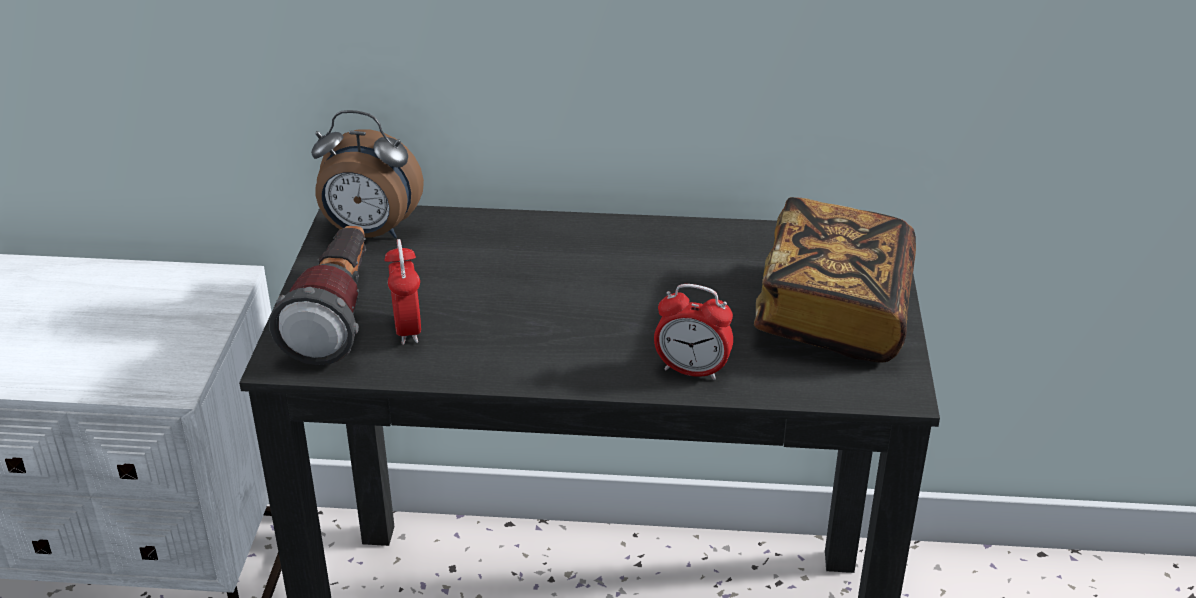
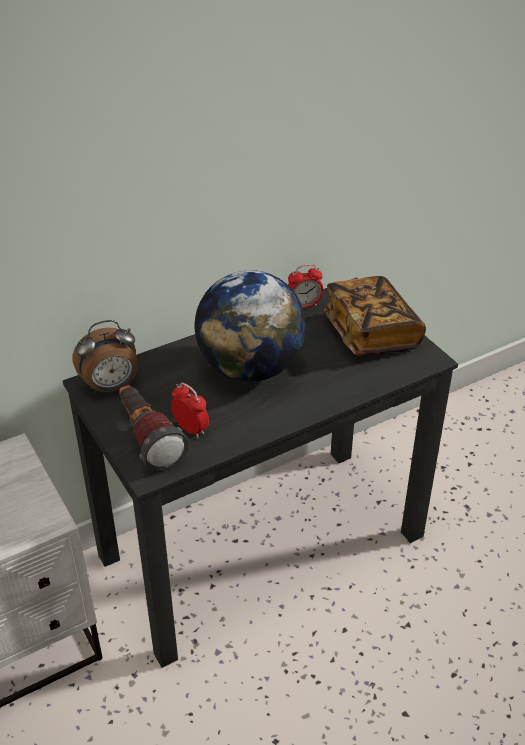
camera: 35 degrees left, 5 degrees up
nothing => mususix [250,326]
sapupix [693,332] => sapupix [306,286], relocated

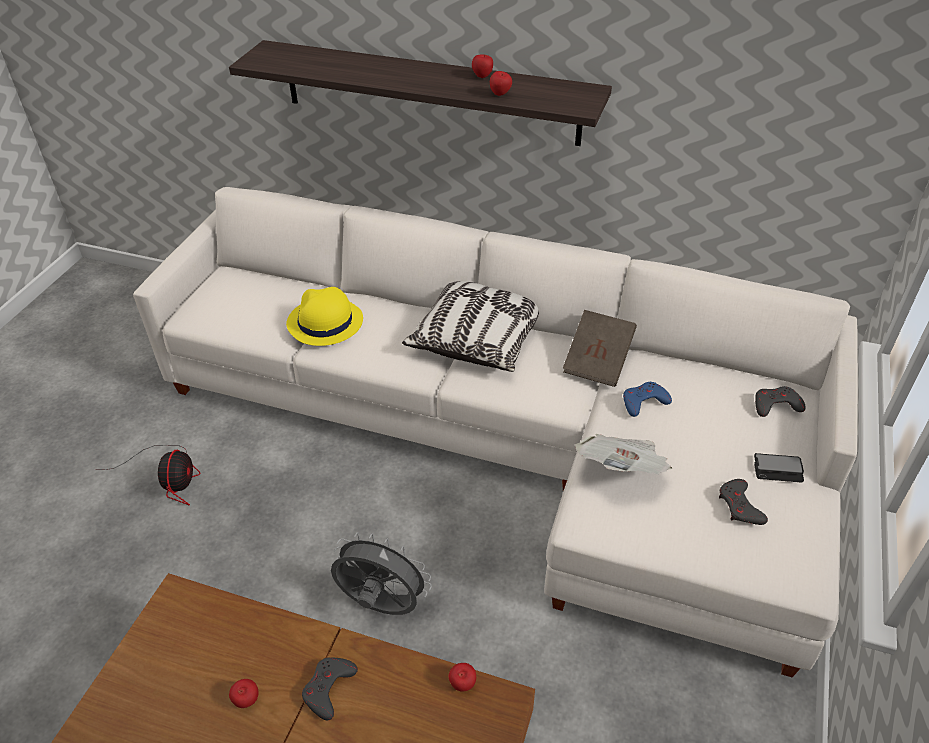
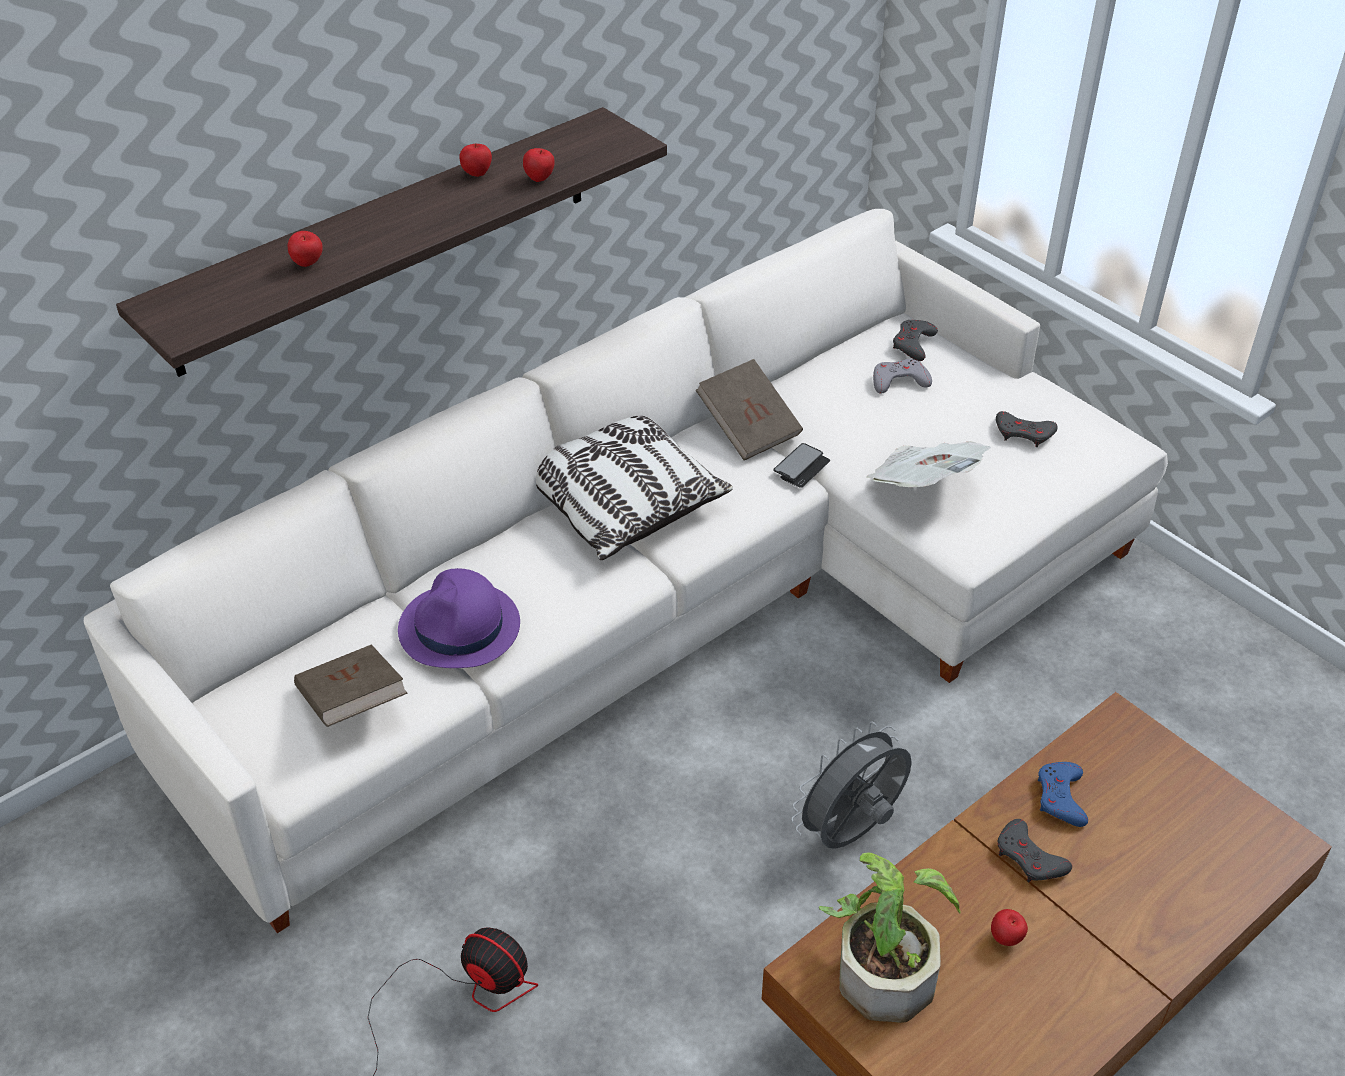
camera: 60 degrees left, 0 degrees up
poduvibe [462,677] => poduvibe [305,249], relocated
nothing => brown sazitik [351,685]
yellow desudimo [324,316] => purple desudimo [459,618]
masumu [779,468] => masumu [801,465], relocated
nothing => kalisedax [889,937]
nothing => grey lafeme [902,376]
blue lafeme [647,399] => blue lafeme [1063,794], relocated

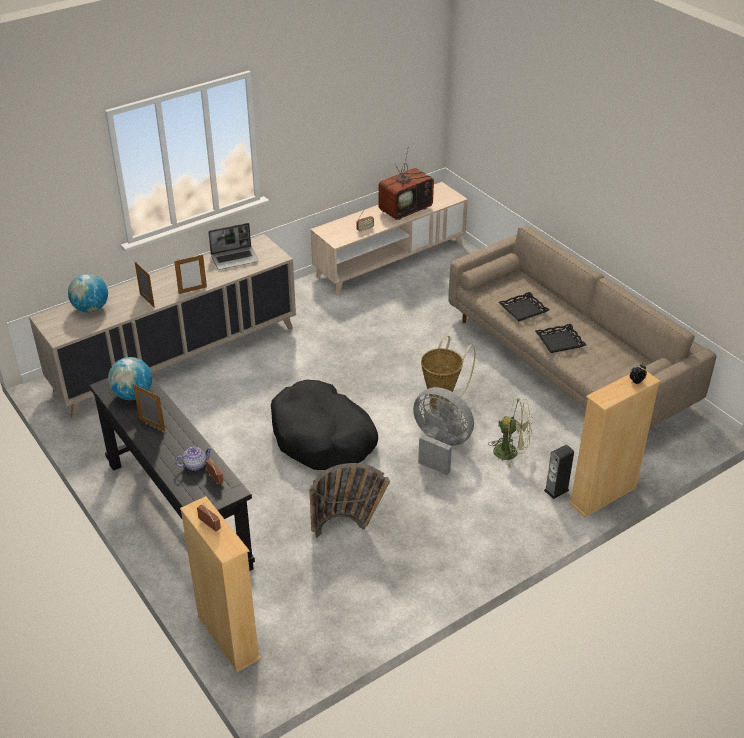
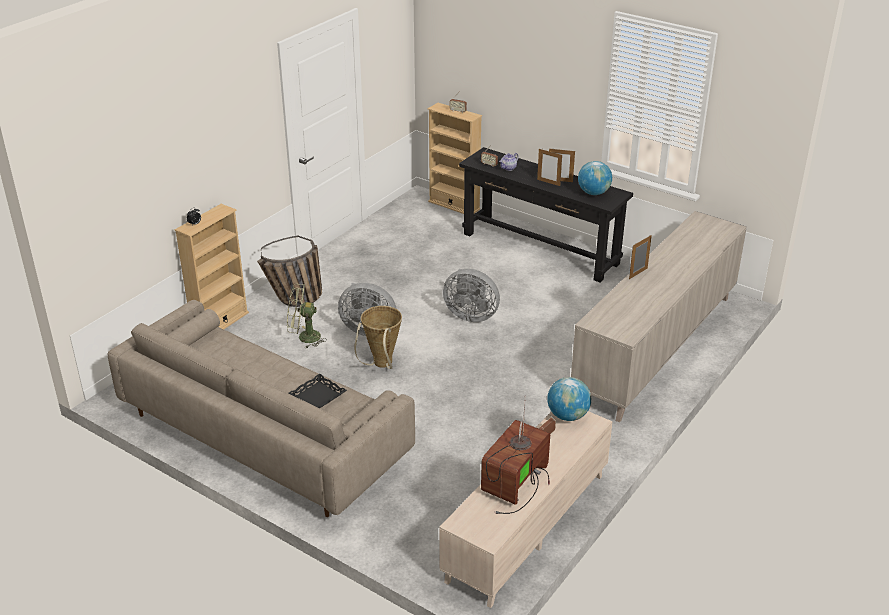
camera: 160 degrees right, 5 degrees down
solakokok [350,500] => solakokok [289,271], relocated
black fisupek [324,425] => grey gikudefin [471,295]
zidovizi [145,285] => zidovizi [549,167], relocated
mususix [88,293] => mususix [569,399], relocated
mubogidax [233,246] => nothing
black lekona [560,338] => nothing
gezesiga [559,472] => nothing

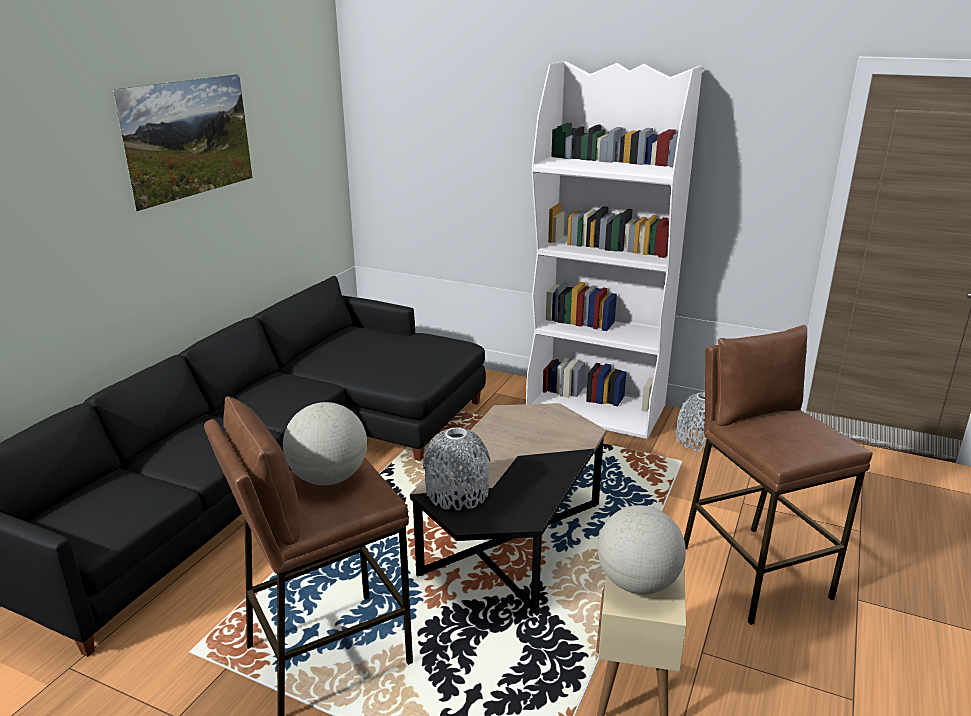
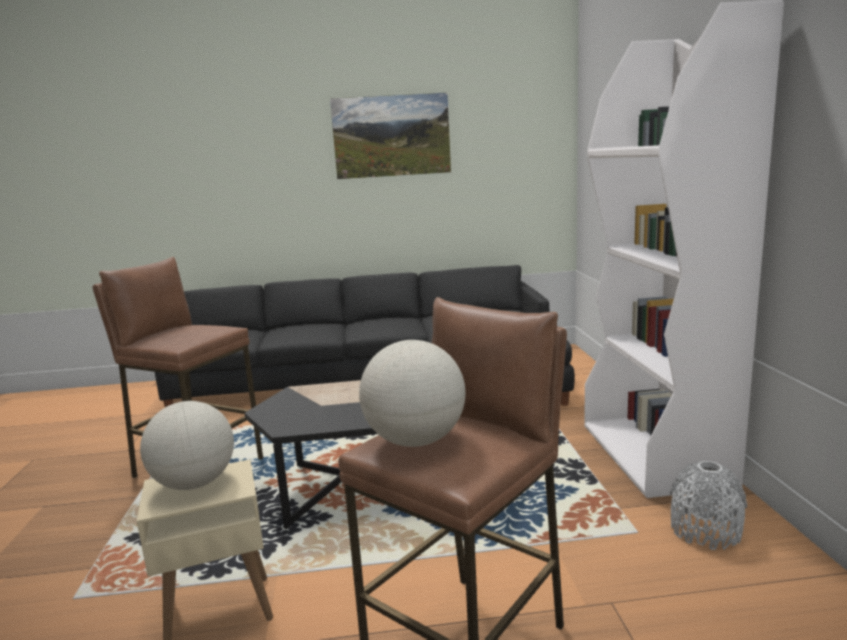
camera: 60 degrees right, 10 degrees down
mususix [325,443] => mususix [412,393], relocated
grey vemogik [457,469] => nothing

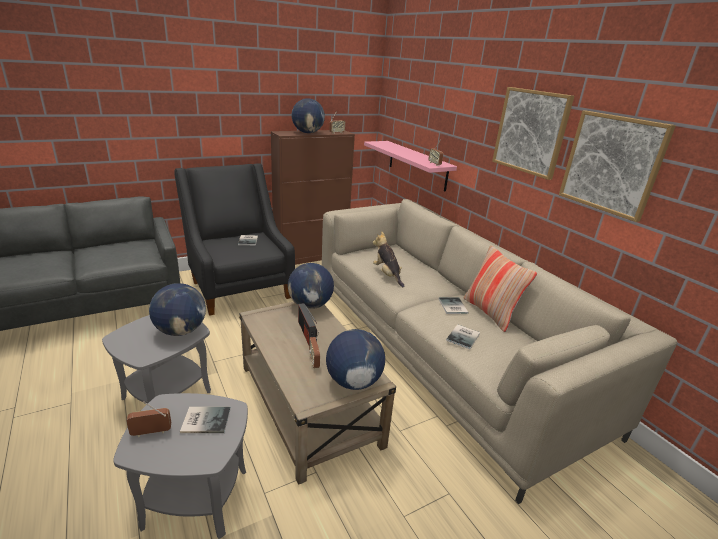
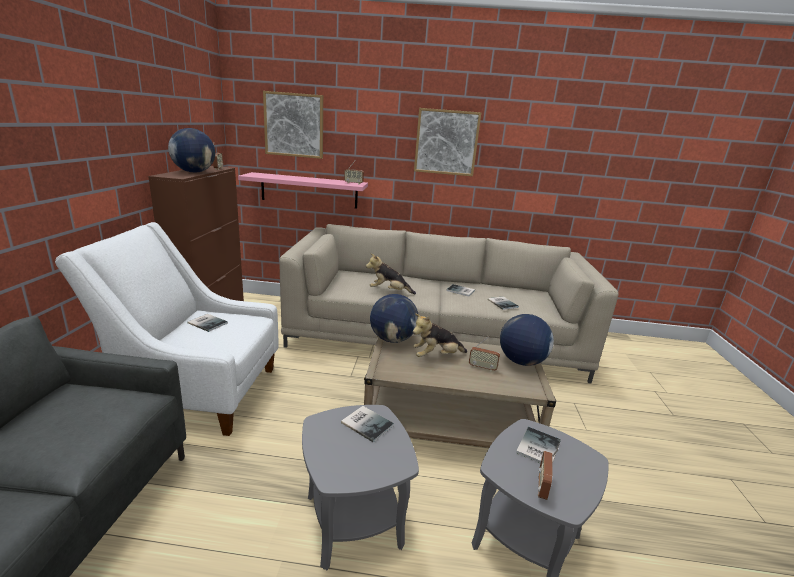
camera: 55 degrees left, 5 degrees down
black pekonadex [234,239] => white pekonadex [167,329]
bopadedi [617,166] => bopadedi [293,125], relocated
mususix [177,309] => sazitik [367,424]
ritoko [307,324] => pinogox [440,335]
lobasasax [500,288] => nothing

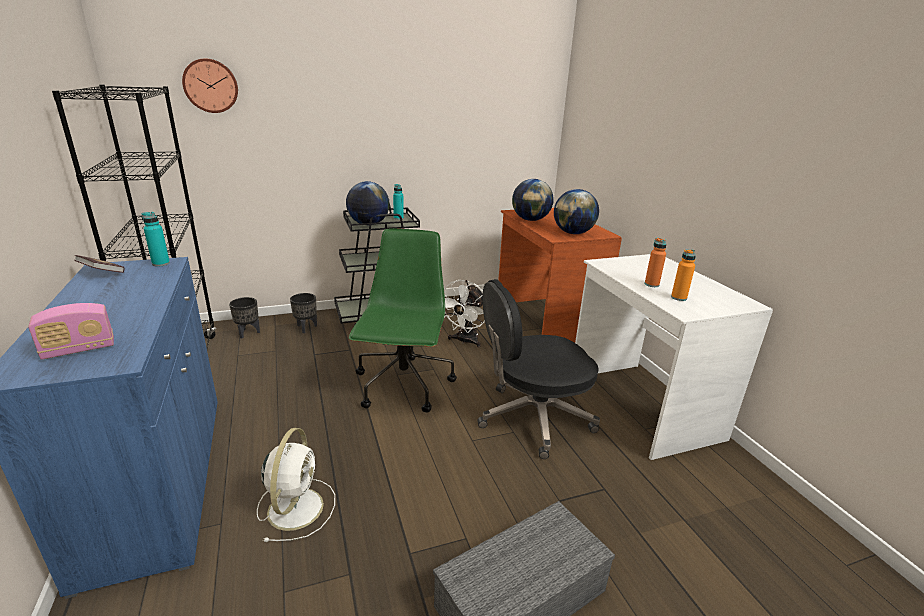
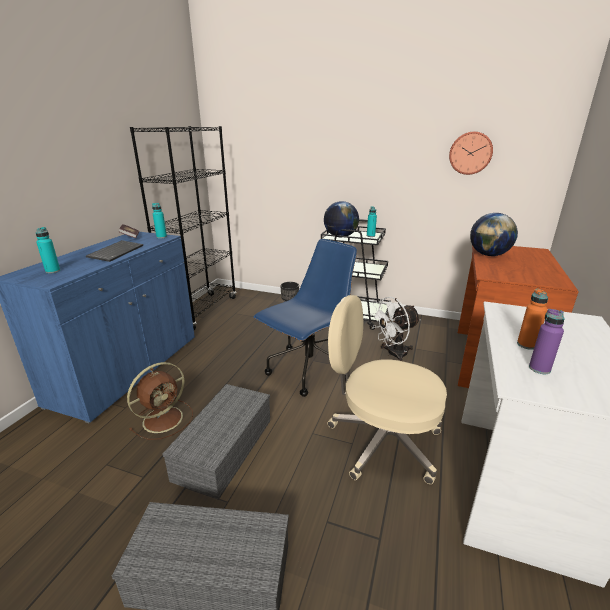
camera: 40 degrees right, 0 degrees up
ritoko [71,331] => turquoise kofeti [48,250]
nothing => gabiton [114,251]
white gikudefin [296,485] => brown gikudefin [160,401]
nothing => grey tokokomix [216,442]
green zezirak [403,320] => blue zezirak [305,318]
black zezirak [538,369] => beige zezirak [387,389]
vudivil [210,86] => vudivil [471,153], relocated
orange kofeti [683,275] => purple kofeti [546,341]
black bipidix [244,317] => nothing
mususix [576,211] => nothing

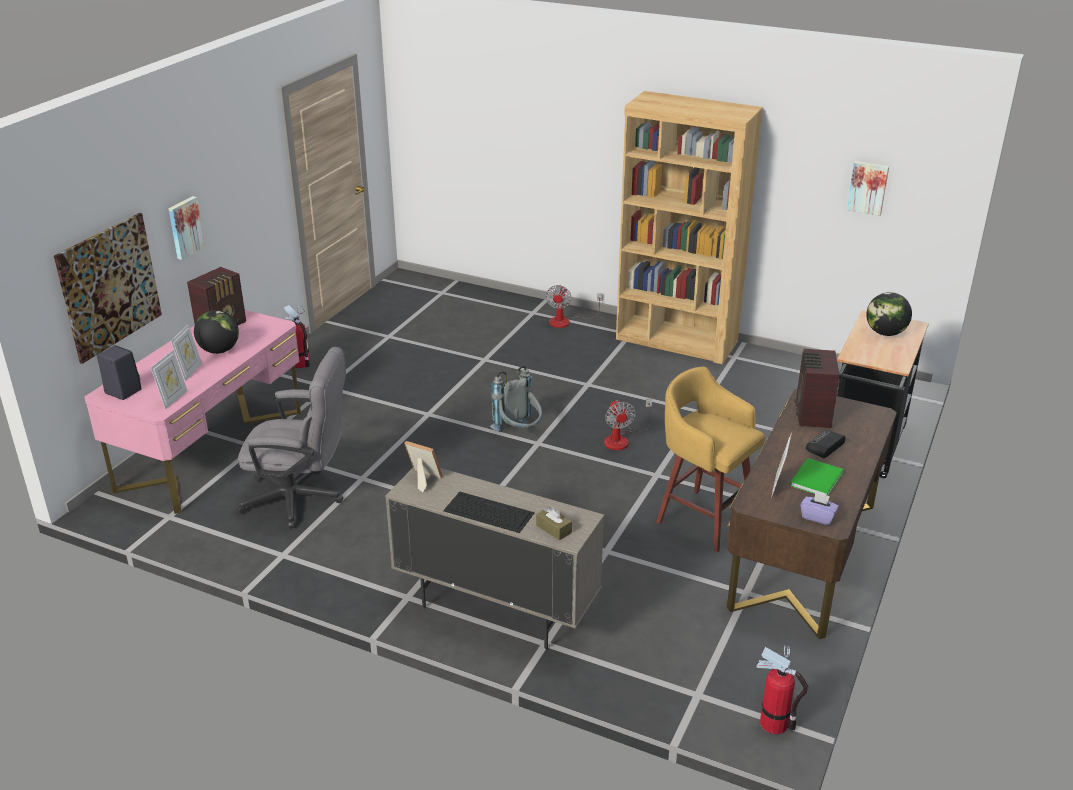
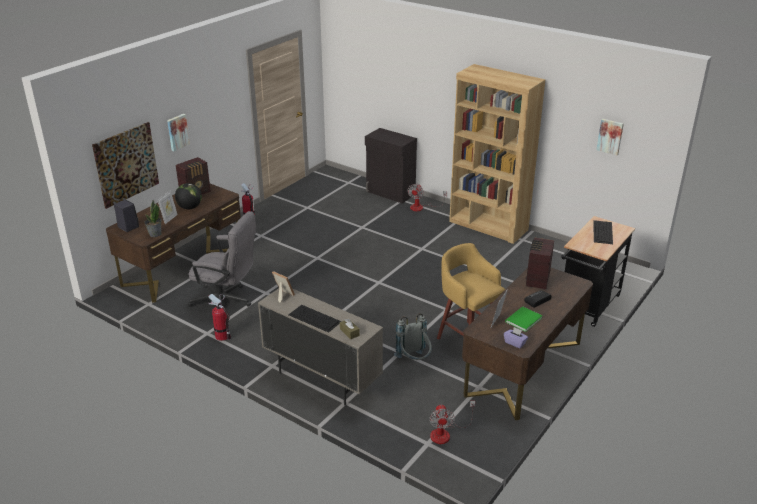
camera: 10 degrees right, 0 degrees up
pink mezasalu [193,412] => brown mezasalu [173,243]
zidovizi [169,379] => kalisedax [153,218]
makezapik [782,689] => makezapik [219,317], relocated
nothing => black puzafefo [391,165]
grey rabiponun [516,399] => grey rabiponun [413,336], relocated
gikudefin [628,424] => gikudefin [452,422], relocated
mususix [889,314] => gabiton [603,232]

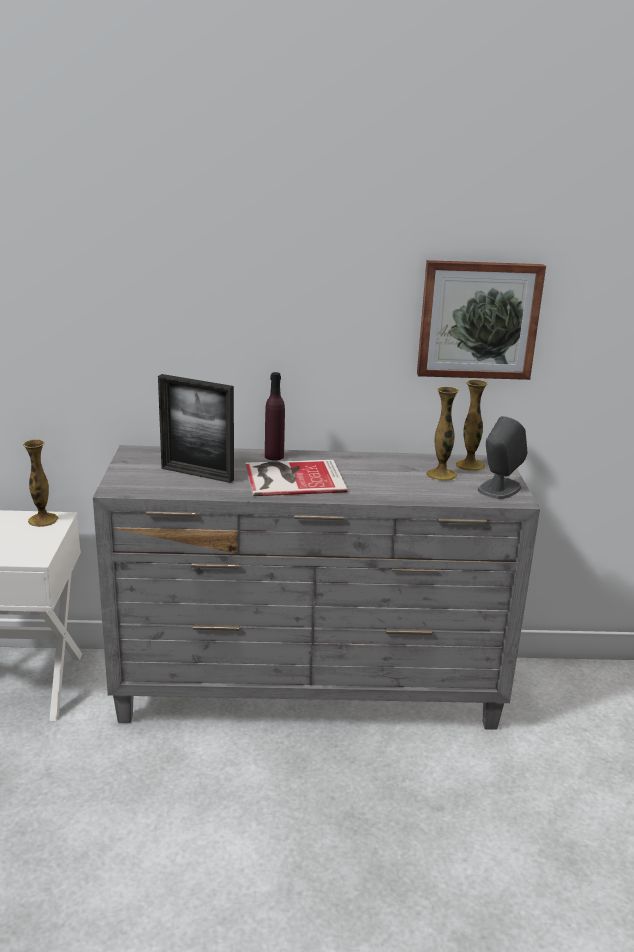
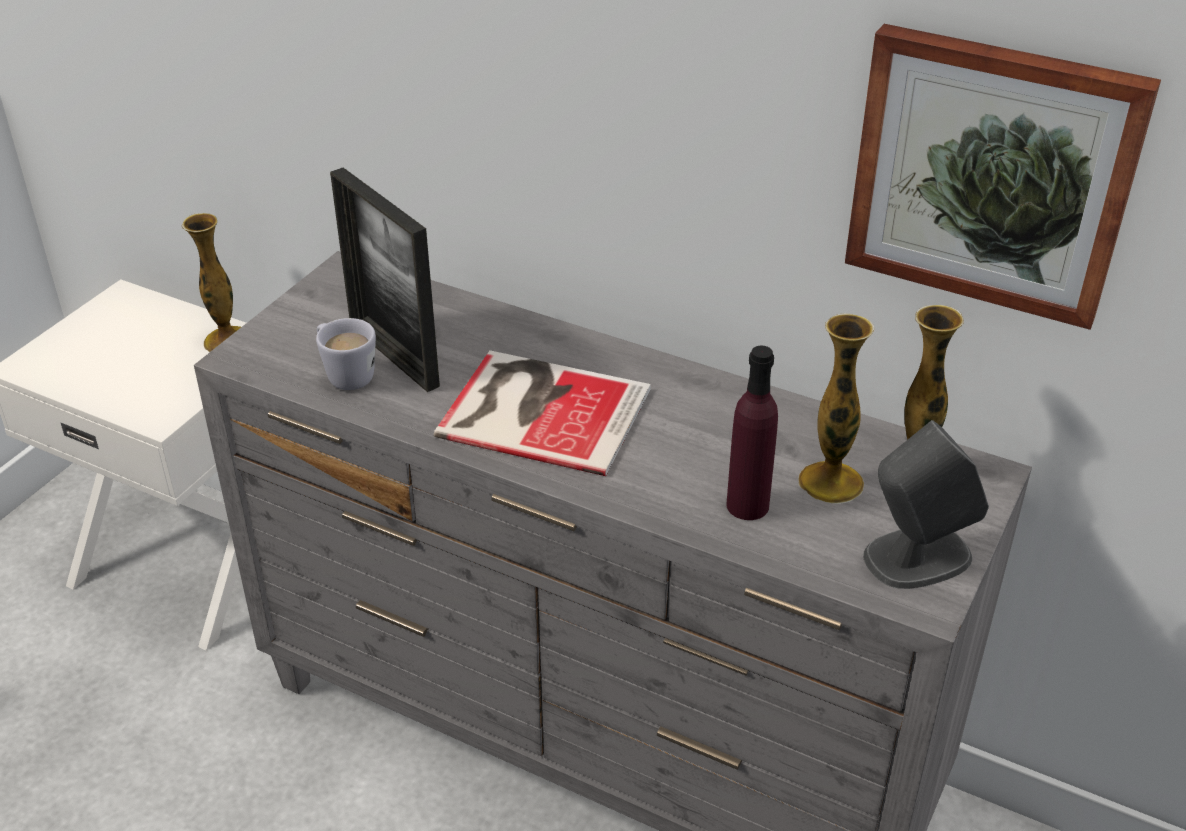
camera: 30 degrees right, 15 degrees up
nothing => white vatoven [346,354]
purple kofeti [275,416] => purple kofeti [752,433], relocated

